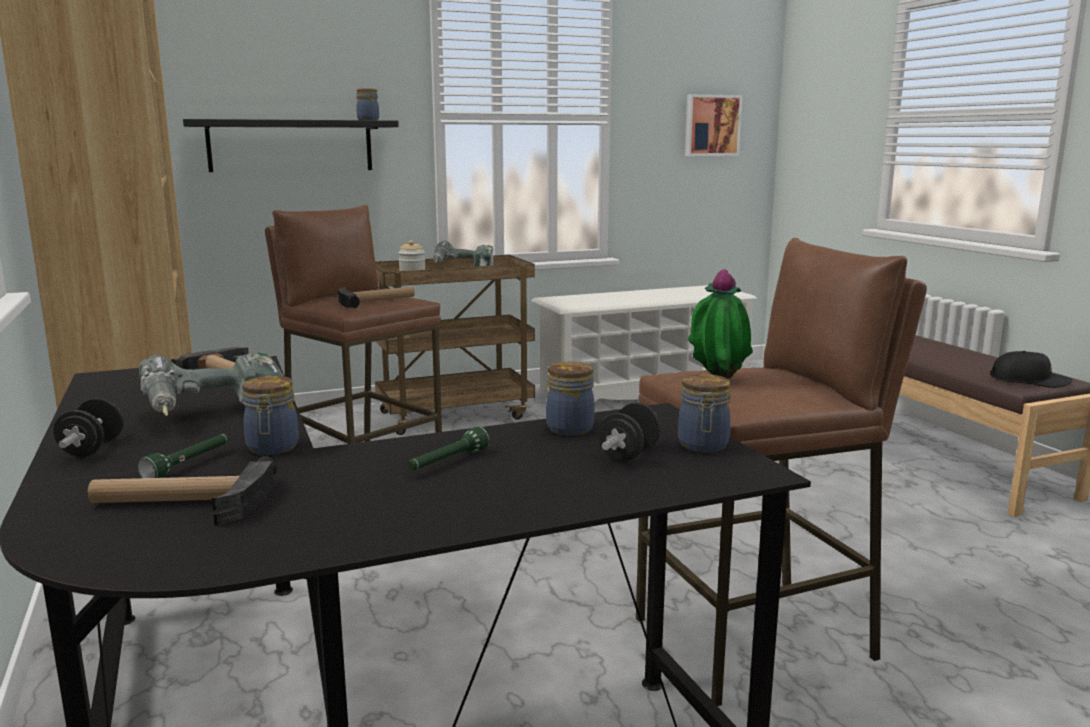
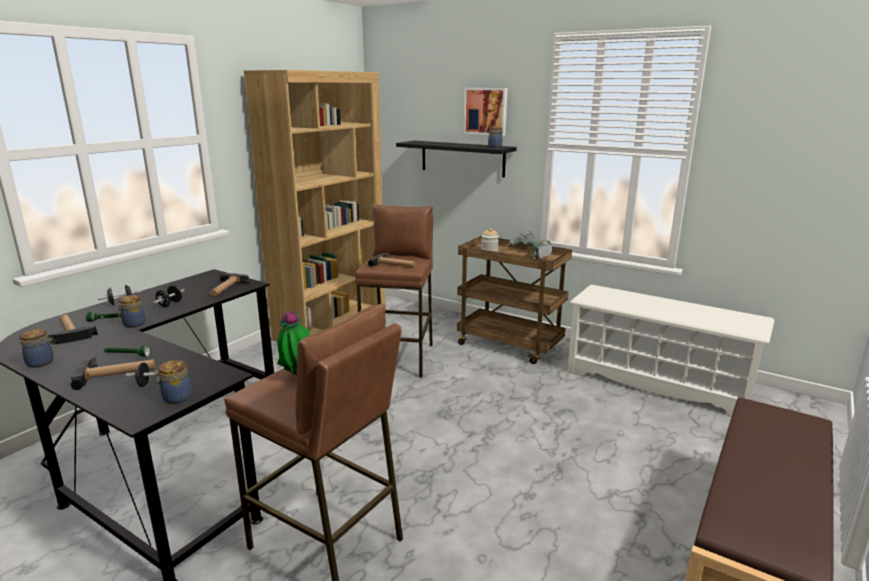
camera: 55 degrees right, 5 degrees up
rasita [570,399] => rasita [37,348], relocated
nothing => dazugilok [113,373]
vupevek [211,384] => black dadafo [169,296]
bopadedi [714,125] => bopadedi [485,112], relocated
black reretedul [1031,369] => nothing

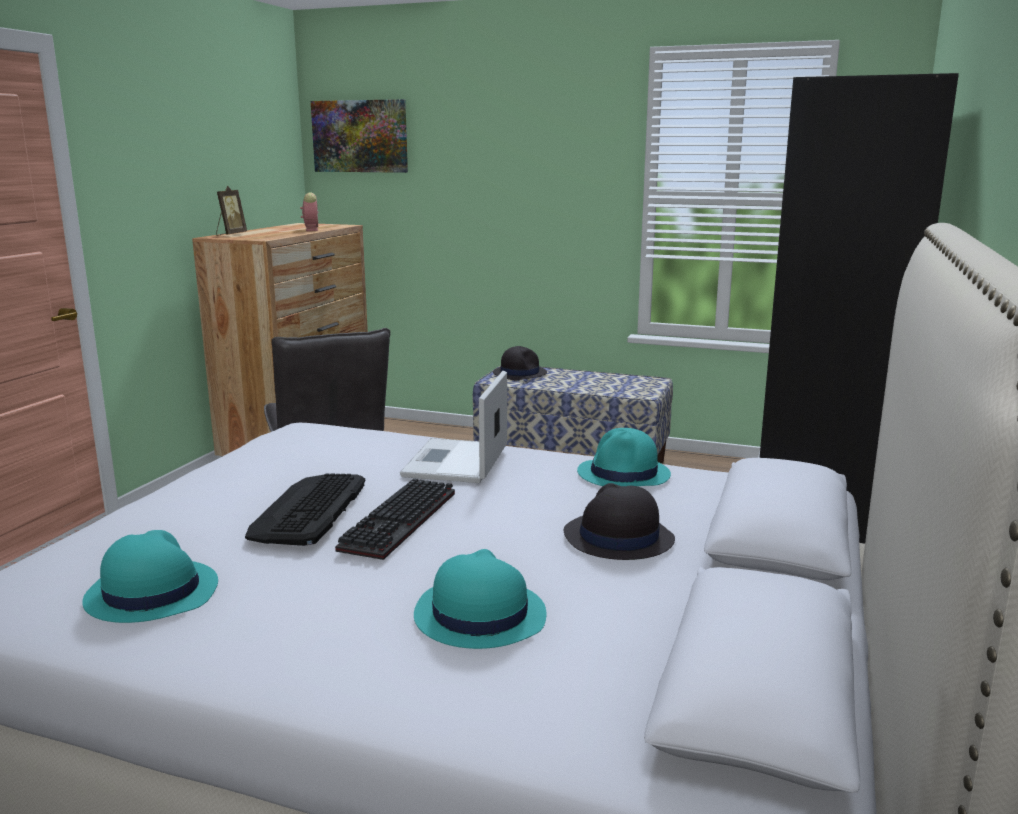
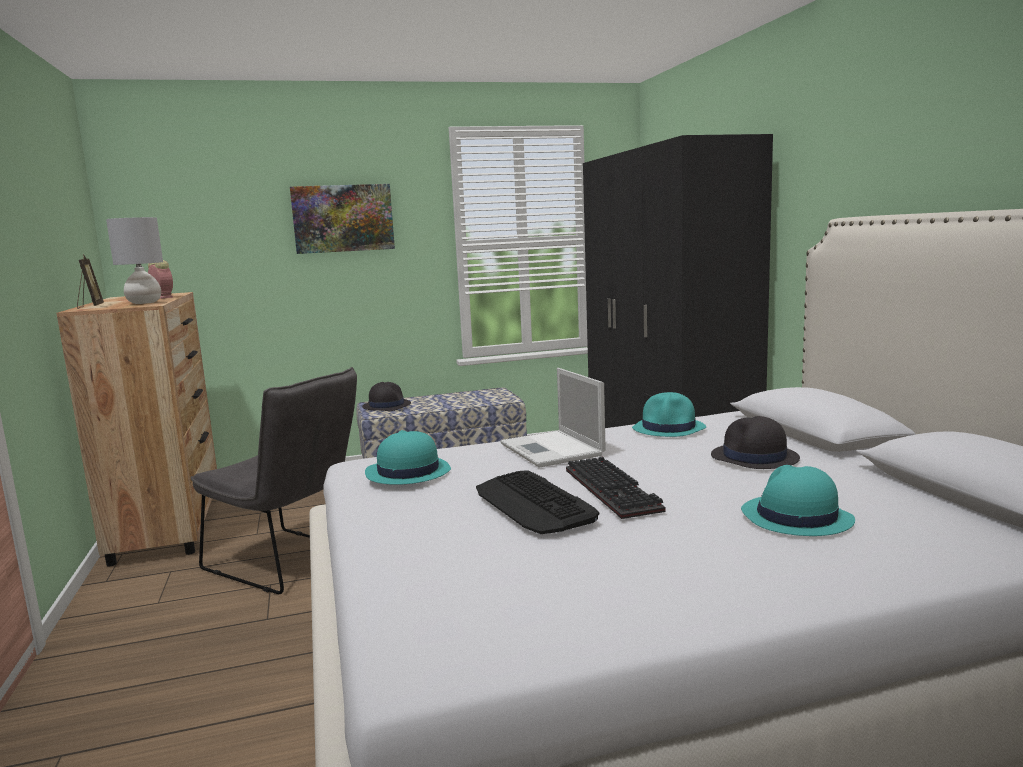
camera: 35 degrees left, 5 degrees down
nothing => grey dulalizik [134,260]
bopadedi [359,136] => bopadedi [342,219], relocated
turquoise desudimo [150,576] => turquoise desudimo [408,457], relocated

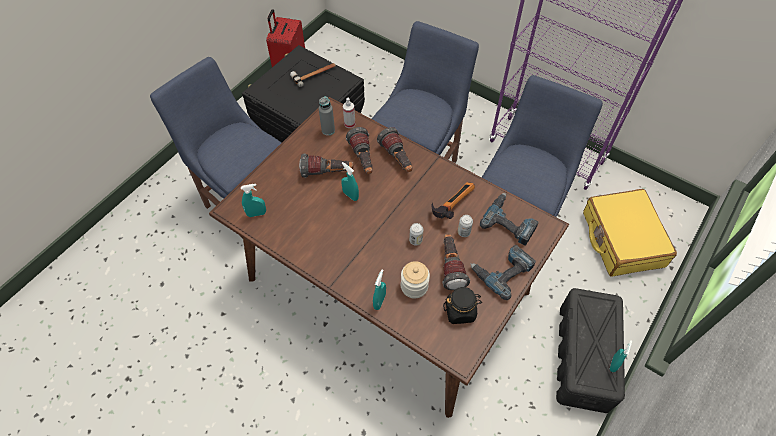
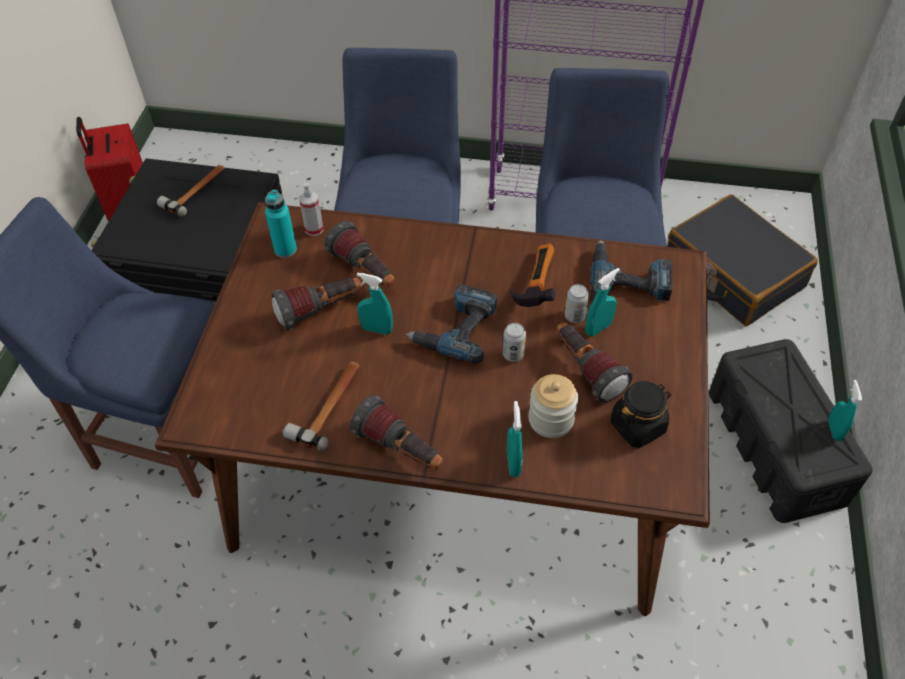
camera: 25 degrees left, 5 degrees down
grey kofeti [327,115] => turquoise kofeti [281,224]
nothing => dazugilok [321,406]
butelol [394,149] => butelol [396,432], relocated
vupevek [503,272] => vupevek [451,323], relocated
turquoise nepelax [253,200] => turquoise nepelax [603,302], relocated
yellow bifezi [630,233] => black bifezi [742,260]

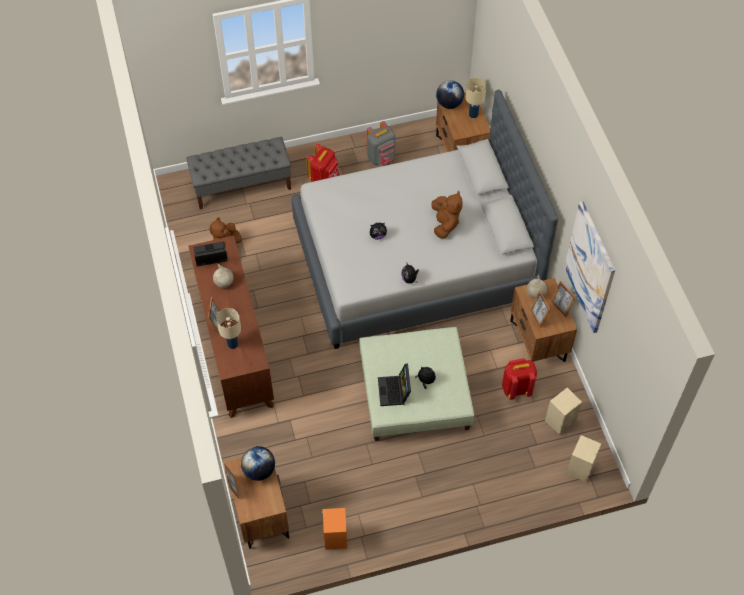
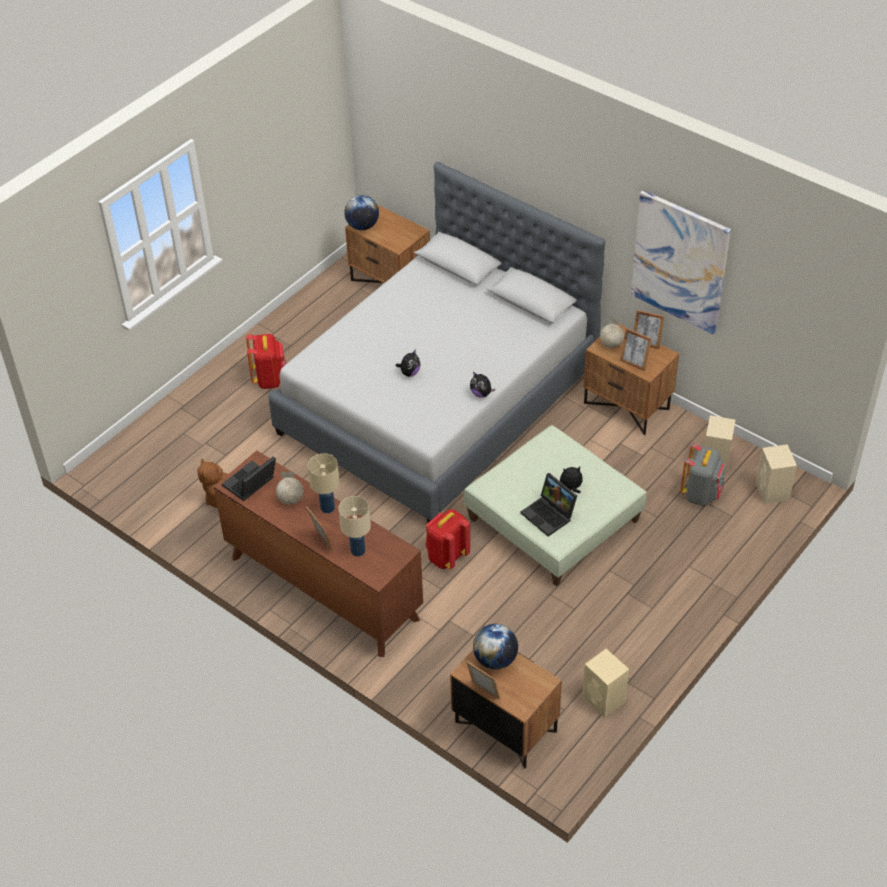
camera: 35 degrees left, 10 degrees down
beige dulalizik [475,98] => beige dulalizik [324,483], relocated
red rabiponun [519,379] => red rabiponun [448,539], relocated
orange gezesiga [335,529] => beige gezesiga [605,683]
grey rabiponun [381,143] => grey rabiponun [703,474], relocated
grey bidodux [238,173] => nothing
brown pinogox [447,215] => nothing

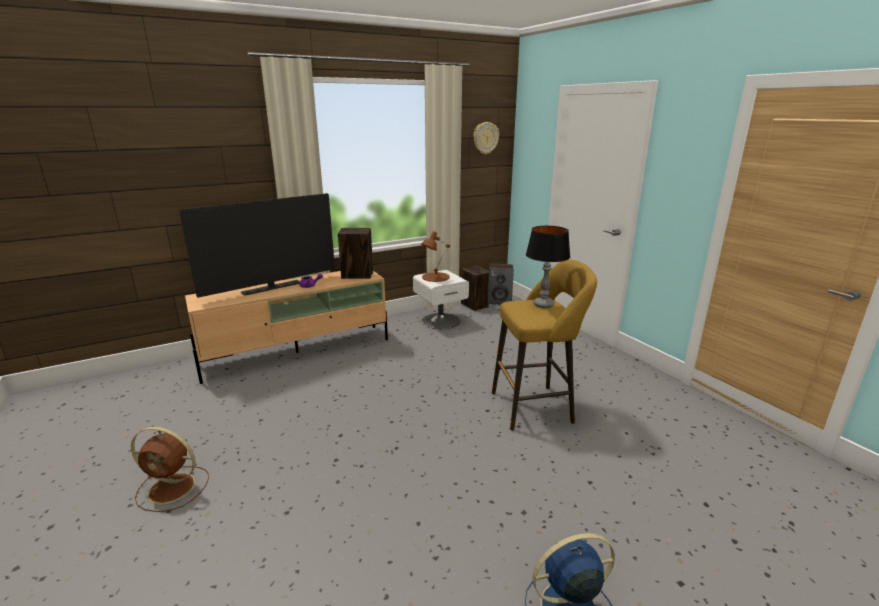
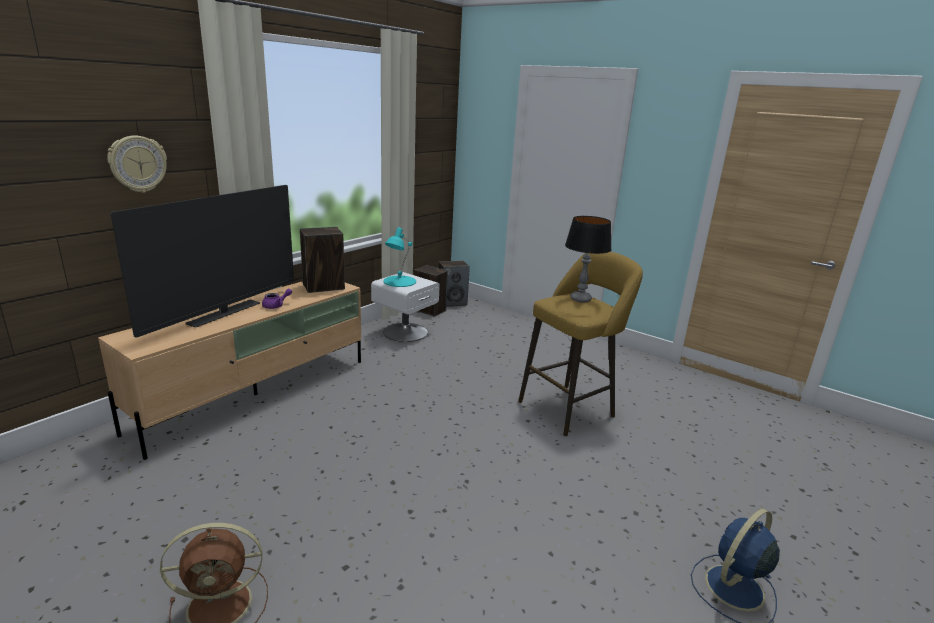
camera: 25 degrees left, 0 degrees up
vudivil [486,138] => vudivil [137,164], relocated
brown dulalizik [435,256] => turquoise dulalizik [400,257]

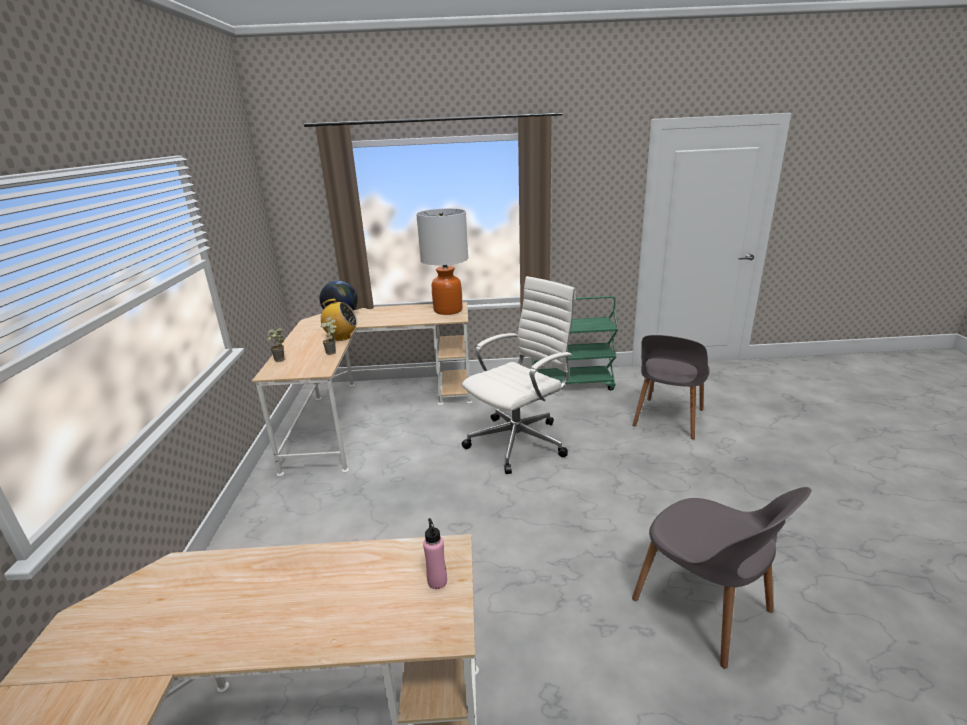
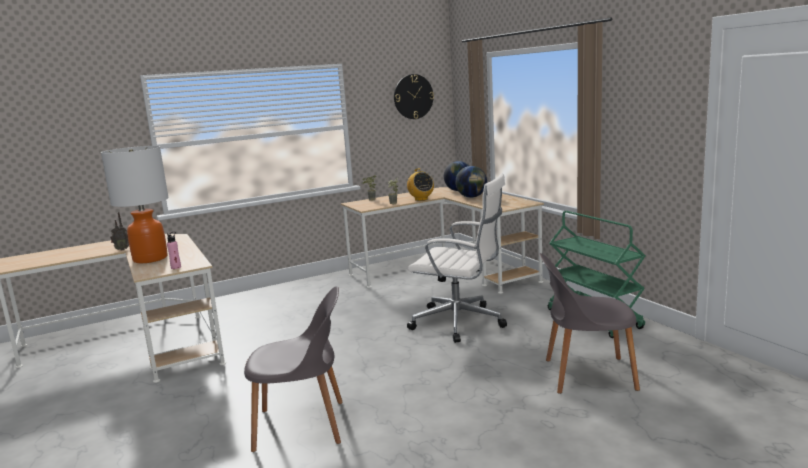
camera: 65 degrees right, 10 degrees down
dulalizik [442,261] => dulalizik [135,204], relocated
nothing => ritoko [119,231]
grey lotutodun [721,578] => grey lotutodun [293,369], 120 degrees counterclockwise
nothing => vudivil [414,96]
nothing => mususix [471,182]

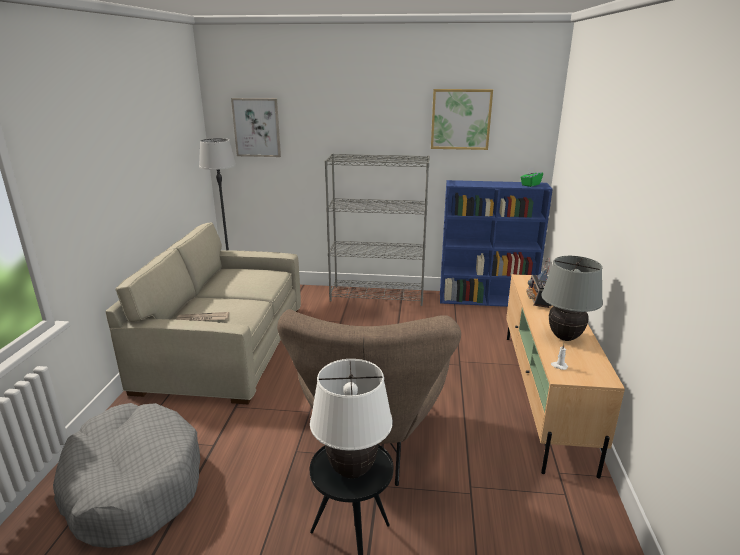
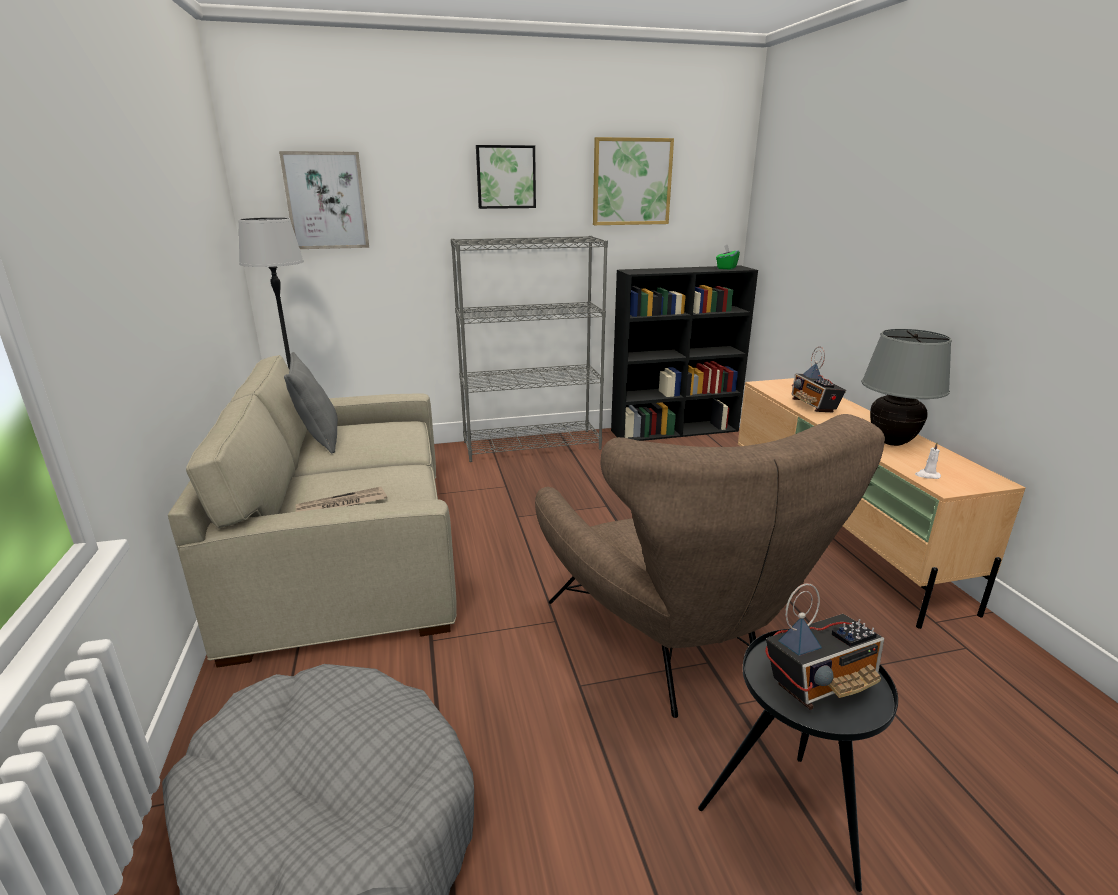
camera: 20 degrees left, 0 degrees up
nothing => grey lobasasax [311,403]
nothing => bopadedi [506,177]
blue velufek [496,243] => black velufek [684,353]
white dulalizik [351,418] => ritoko [824,646]

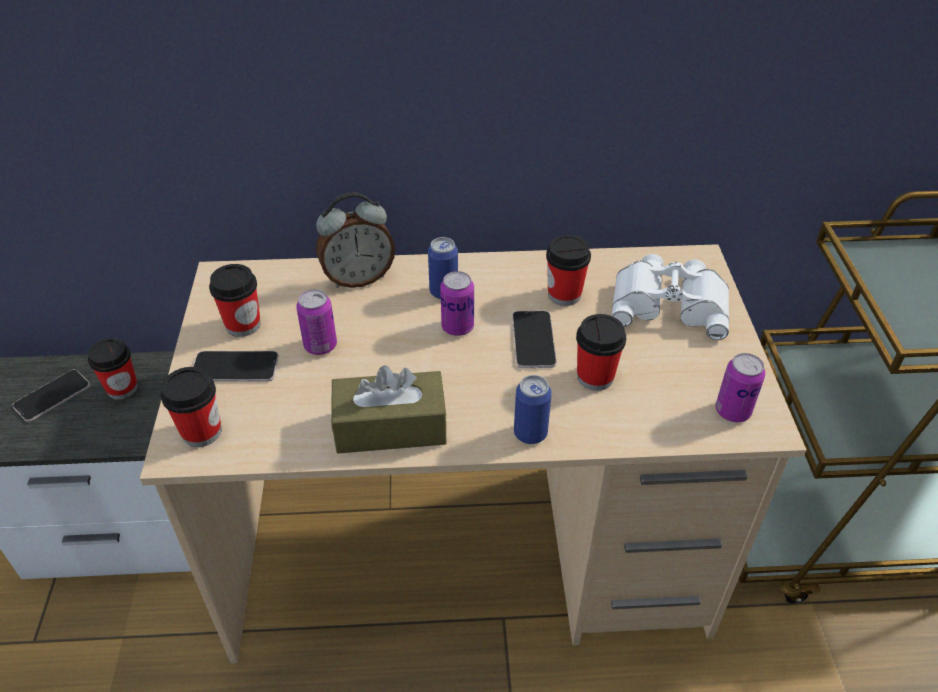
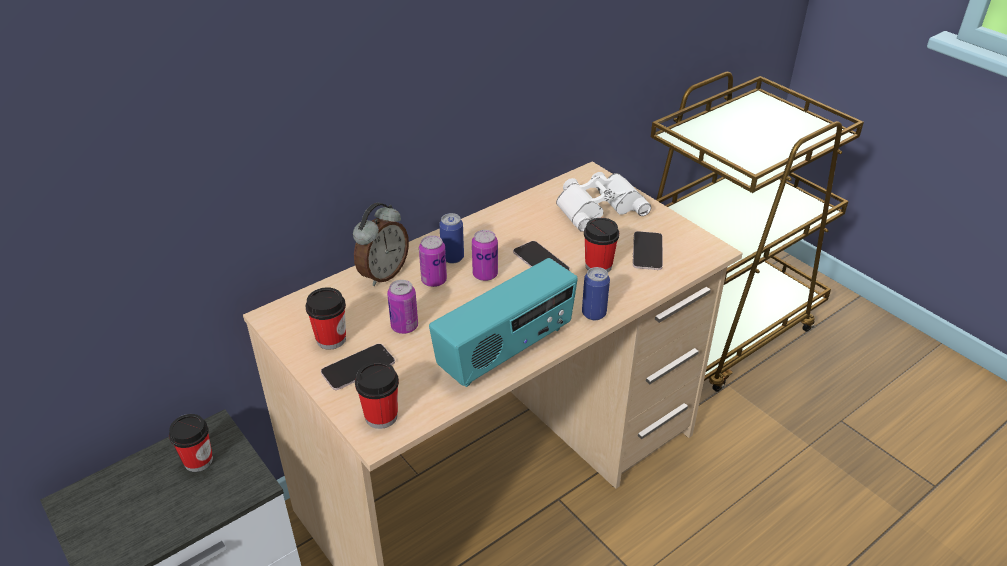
camera: 35 degrees left, 5 degrees down
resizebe [740,387] => resizebe [433,261], relocated
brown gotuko [389,409] => ritoko [503,322]
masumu [51,396] => masumu [648,250], relocated
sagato [568,270] => nothing

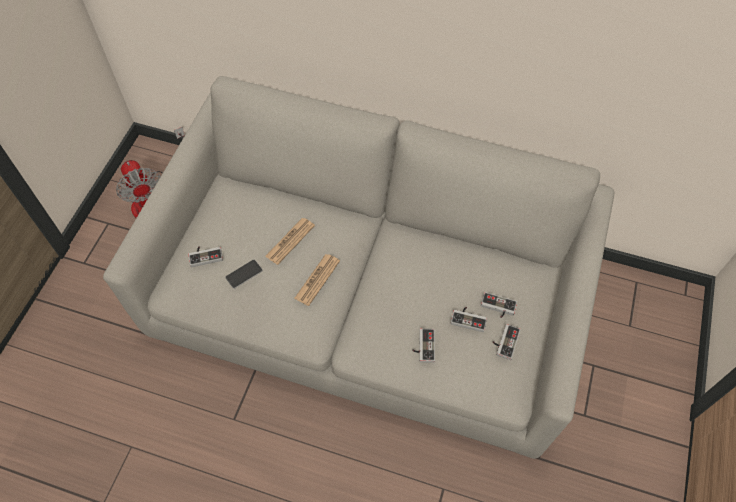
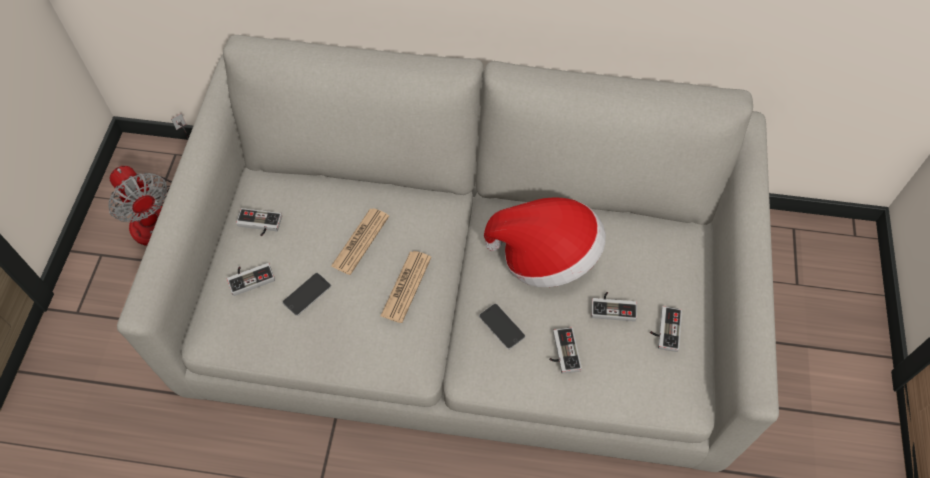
camera: 10 degrees left, 0 degrees up
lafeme [499,305] => lafeme [259,222], relocated
nothing => masumu [502,326]
nothing => desudimo [545,242]

